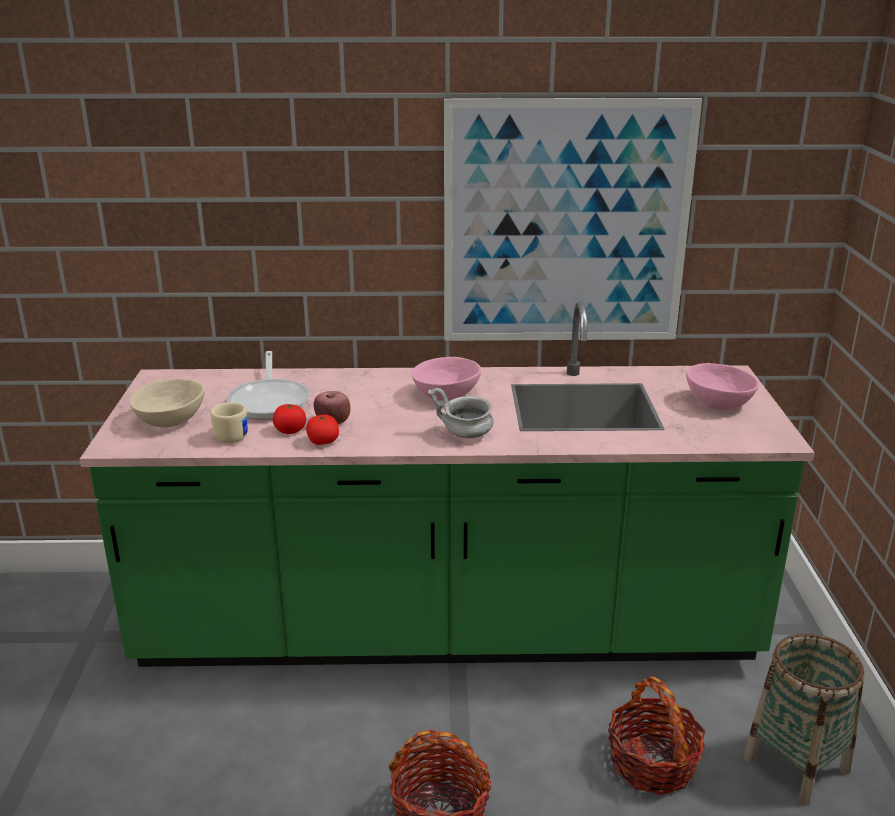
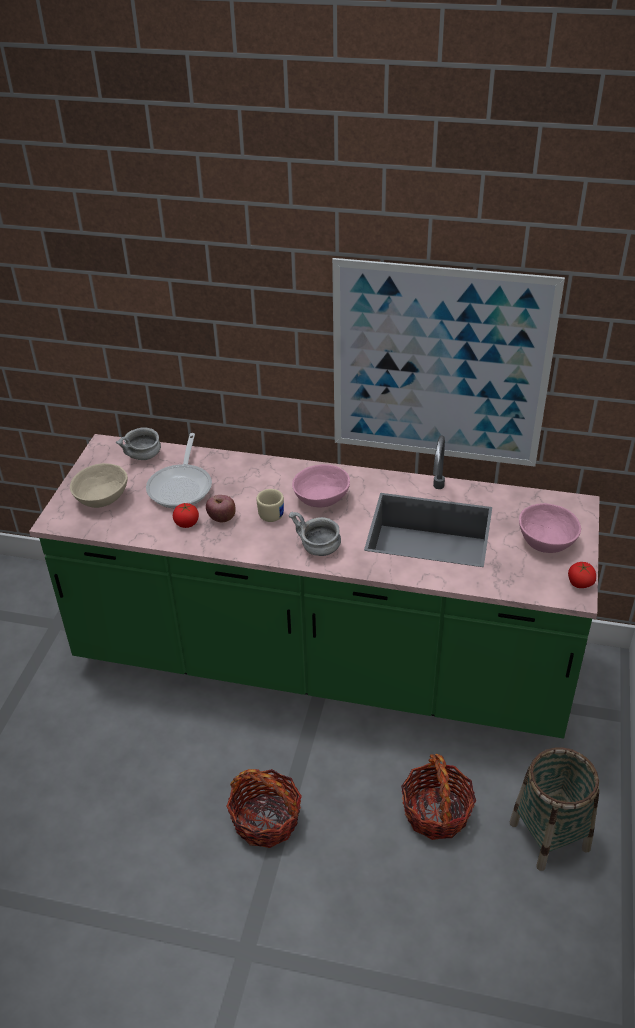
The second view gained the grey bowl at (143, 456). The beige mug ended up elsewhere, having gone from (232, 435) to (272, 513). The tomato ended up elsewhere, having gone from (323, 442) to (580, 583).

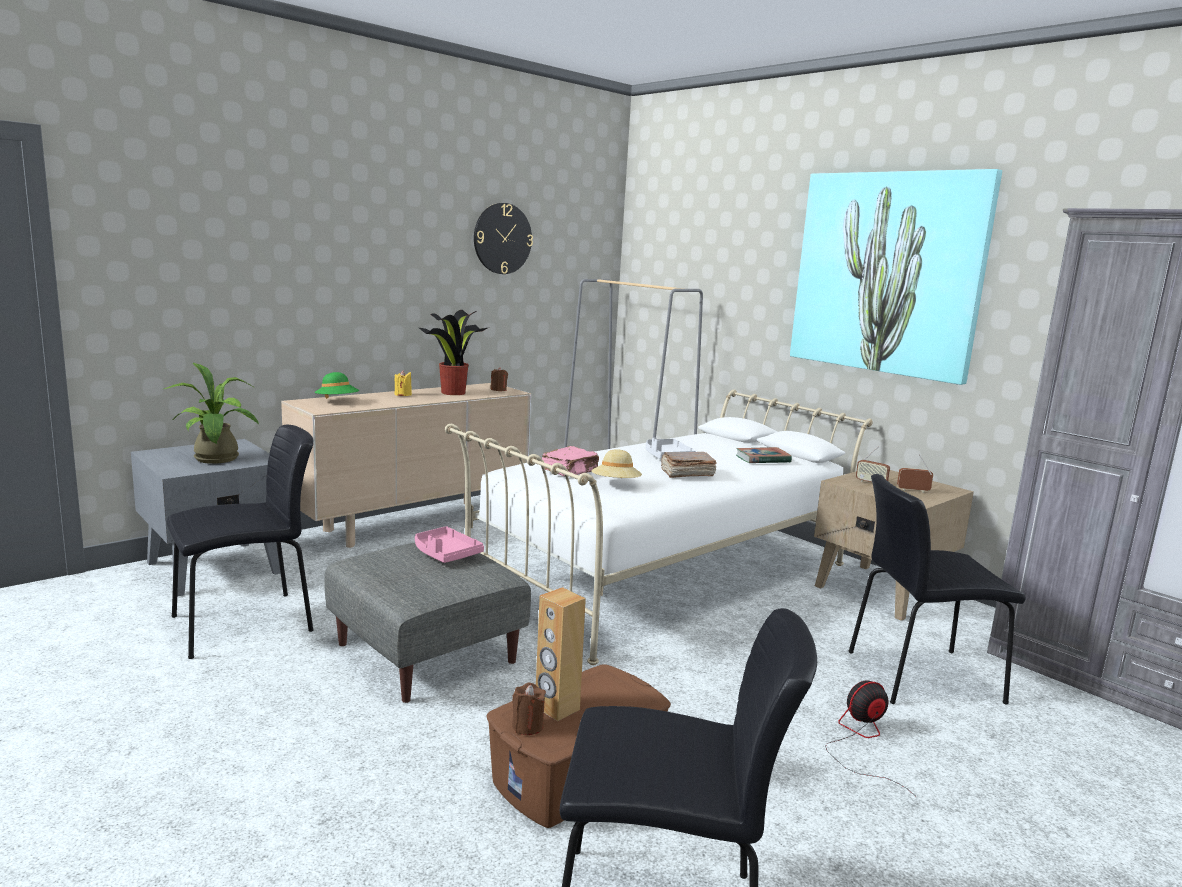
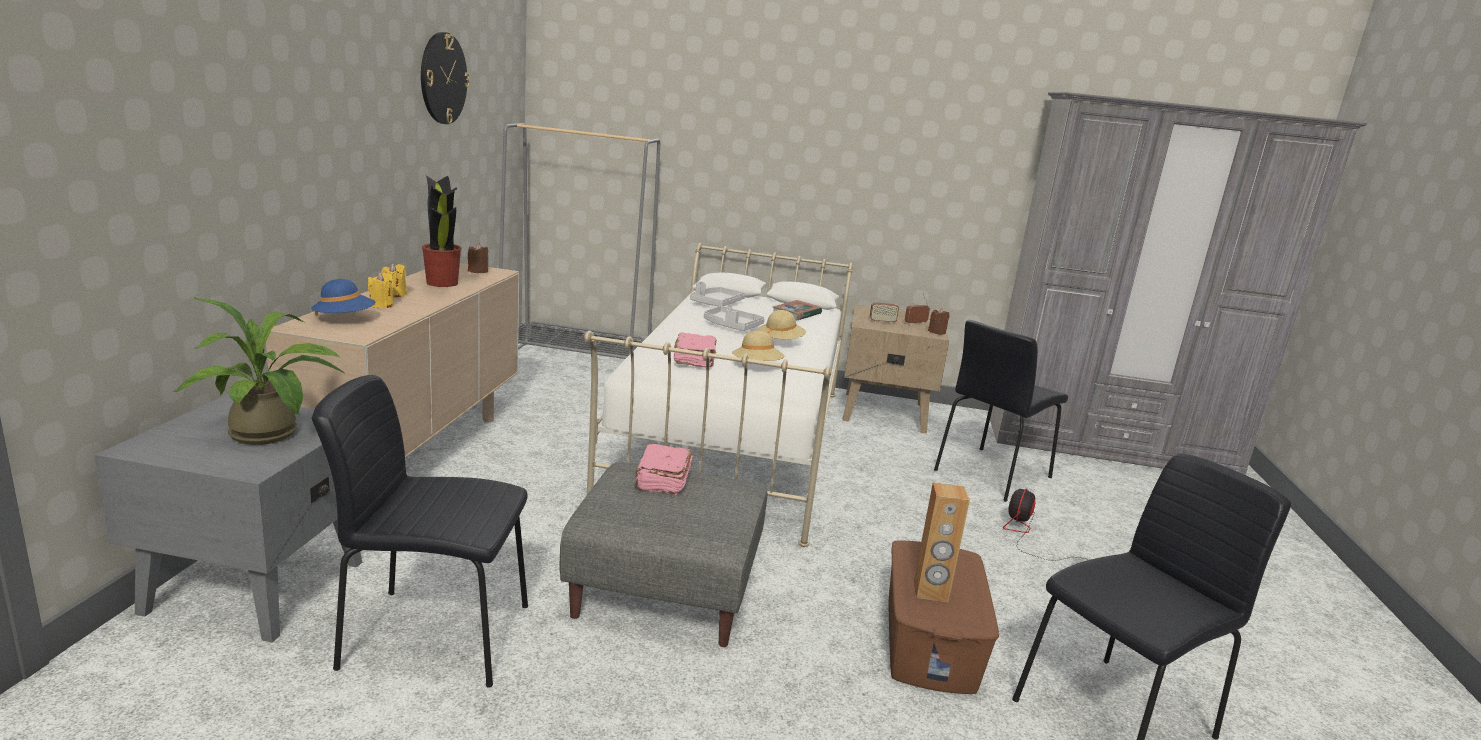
The second view lost the picture at (888, 273). The second view gained the yellow candle at (381, 305). The second view gained the grey tray at (716, 304). The brown candle ended up elsewhere, having gone from (527, 726) to (937, 332). Where the pink tray stood at (445, 554), the pink book came to stand at (662, 480). Where the brown book stood at (686, 474), the beige hat came to stand at (780, 342). What was the green hat at (337, 402) turned into the blue hat at (344, 319). The black chair at (248, 623) ended up facing another way, 105 degrees counterclockwise from before.

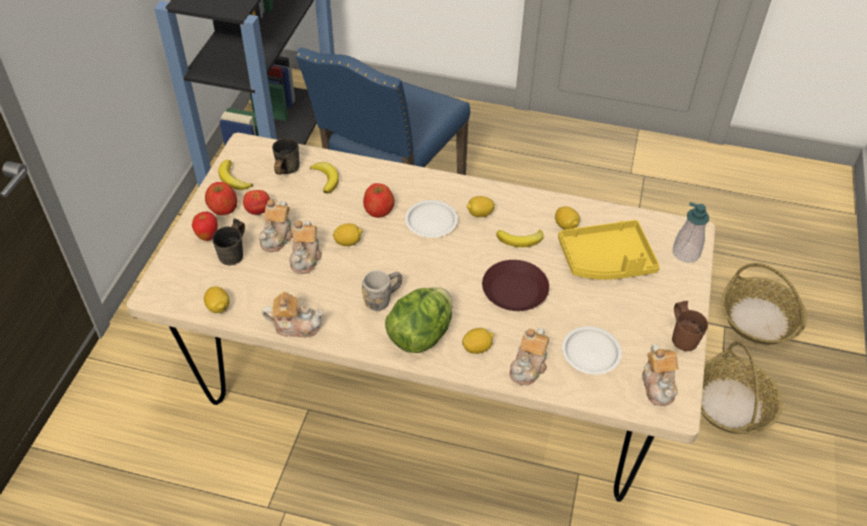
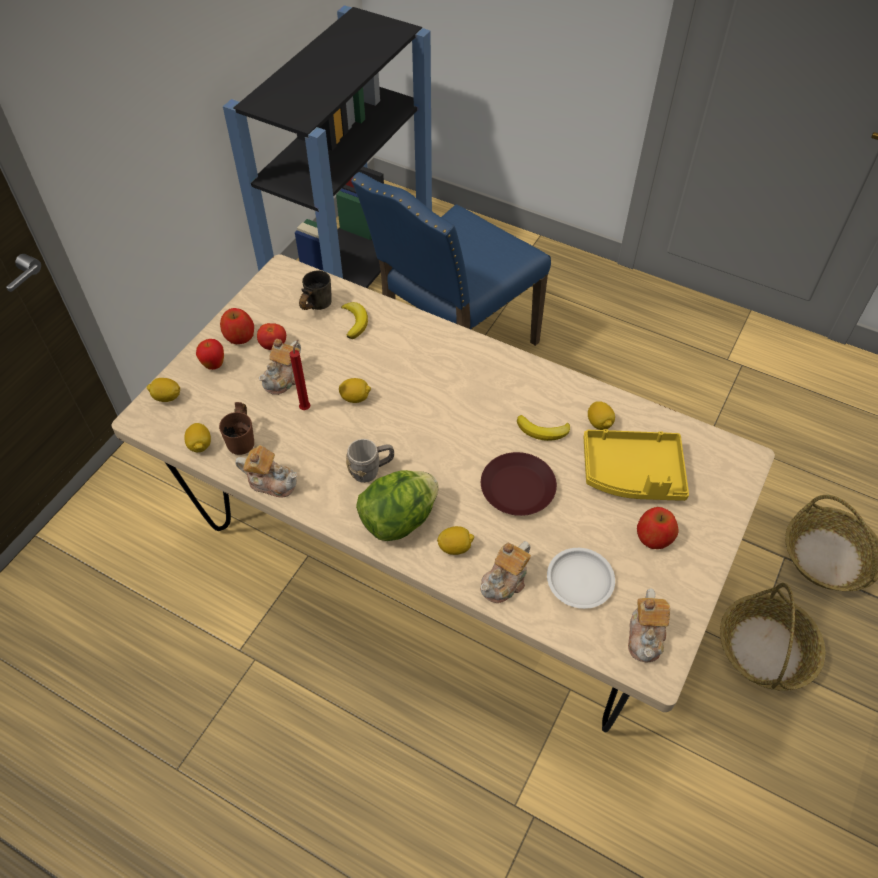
The second view lost the grey mug at (237, 254). The second view lost the banana at (233, 179). The second view lost the white plate at (431, 221). The second view lost the soap dispenser at (685, 253). The apple ended up elsewhere, having gone from (378, 209) to (654, 536). The lemon ended up elsewhere, having gone from (479, 214) to (167, 397). The brown mug ended up elsewhere, having gone from (685, 336) to (245, 440). Where the teapot stood at (306, 257), the red candle came to stand at (306, 407).

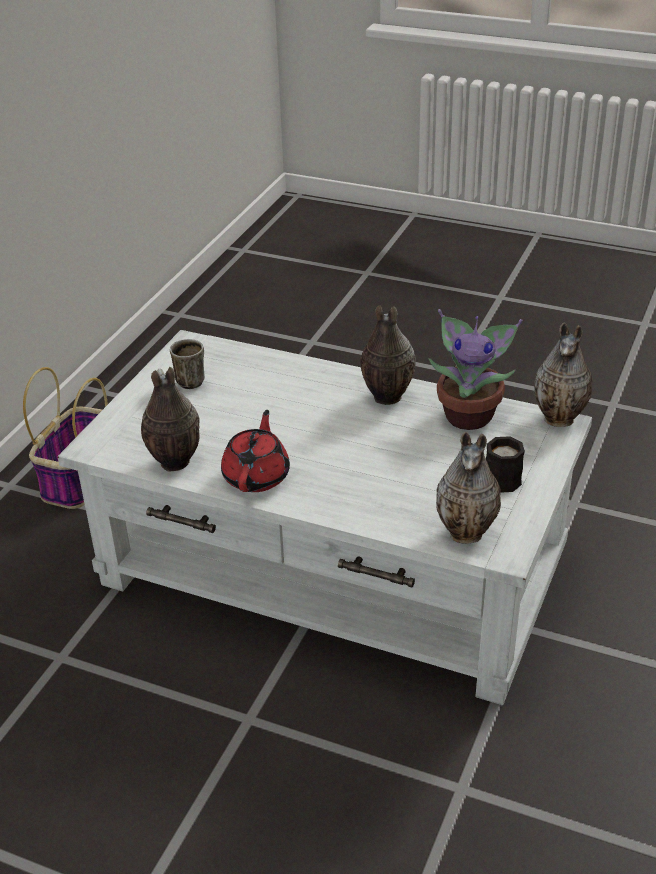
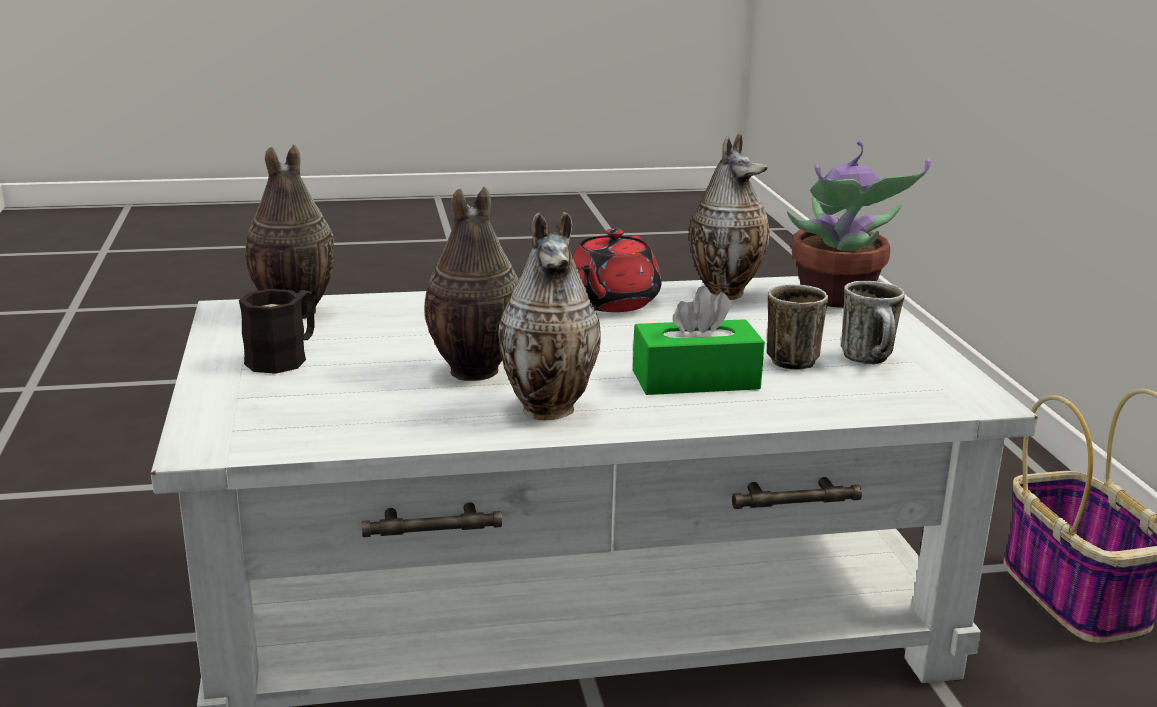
The second view gained the green tissue box at (695, 380). The second view gained the mug at (792, 359). The potted plant ended up elsewhere, having gone from (470, 415) to (837, 299). The vase ended up elsewhere, having gone from (561, 419) to (472, 372). The red teapot at (257, 476) ended up facing another way, 45 degrees clockwise from before.

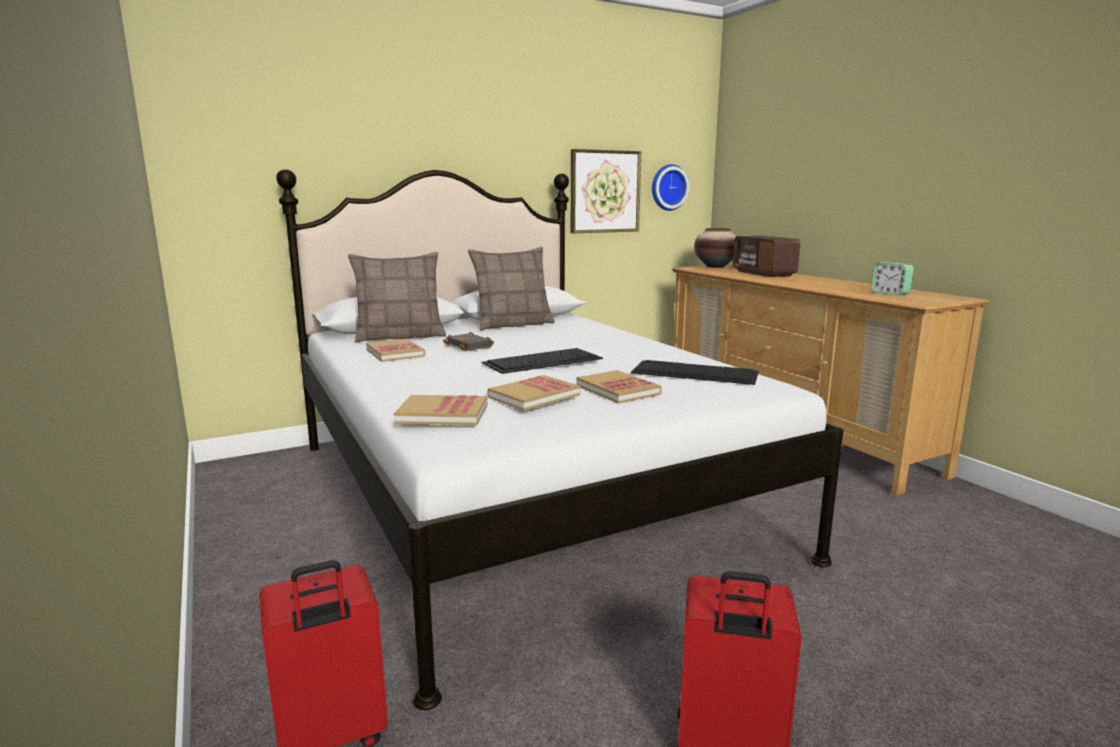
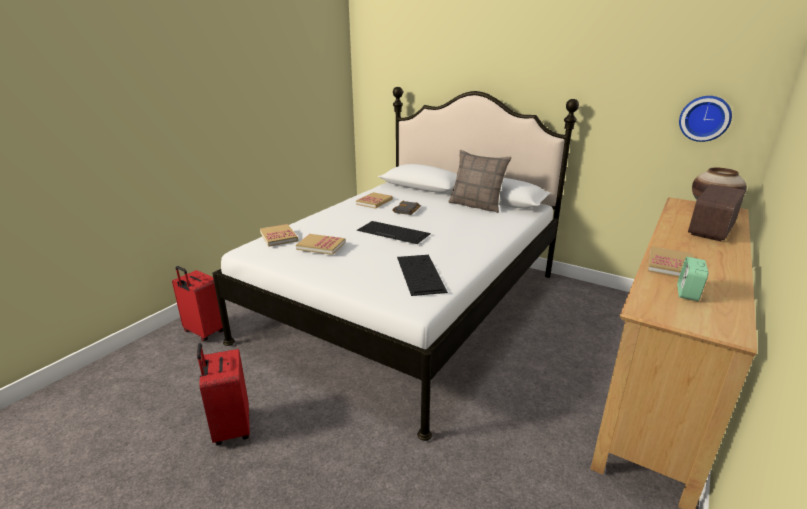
The second view lost the pillow at (400, 336). The second view lost the picture at (605, 191). The book ended up elsewhere, having gone from (618, 390) to (670, 265).

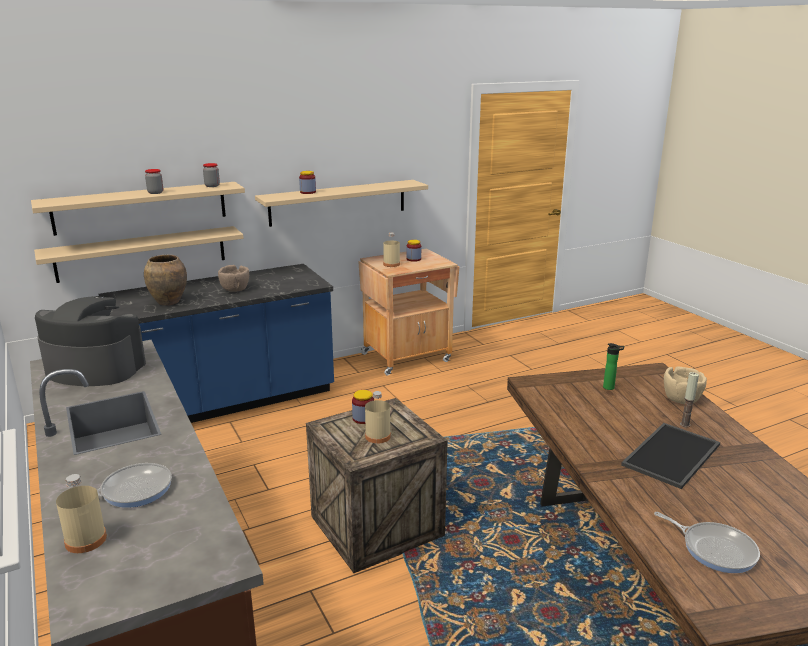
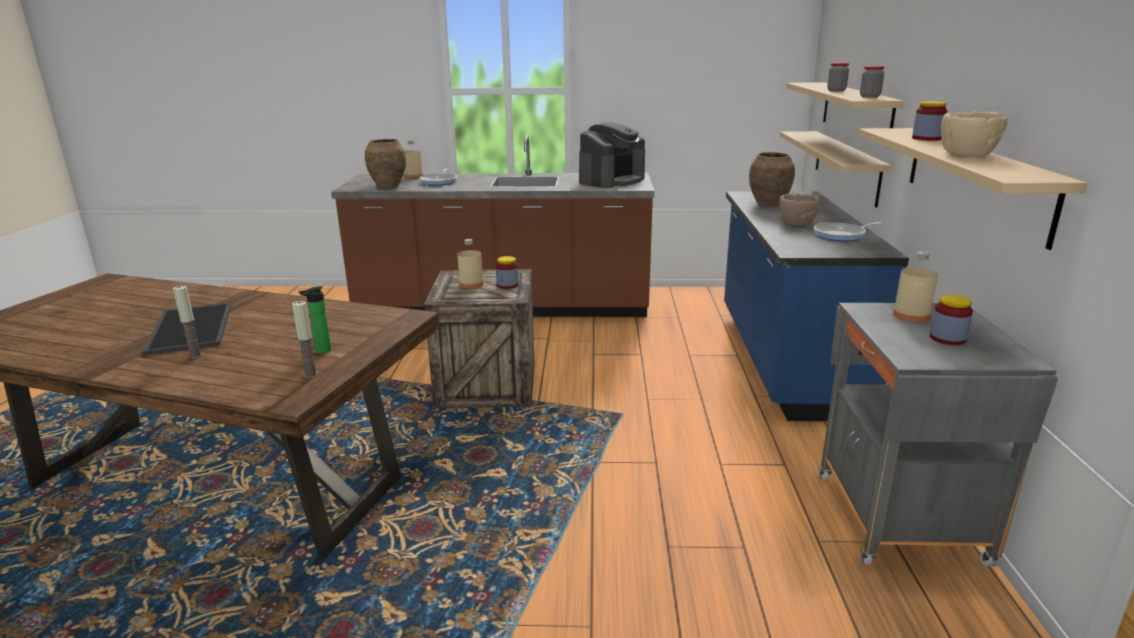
The second view gained the candle at (311, 375). The second view gained the brown vase at (387, 186). The frying pan ended up elsewhere, having gone from (715, 549) to (841, 235). The beige bowl ended up elsewhere, having gone from (681, 400) to (965, 154). What was the brown cart at (407, 357) turned into the grey cart at (899, 522).

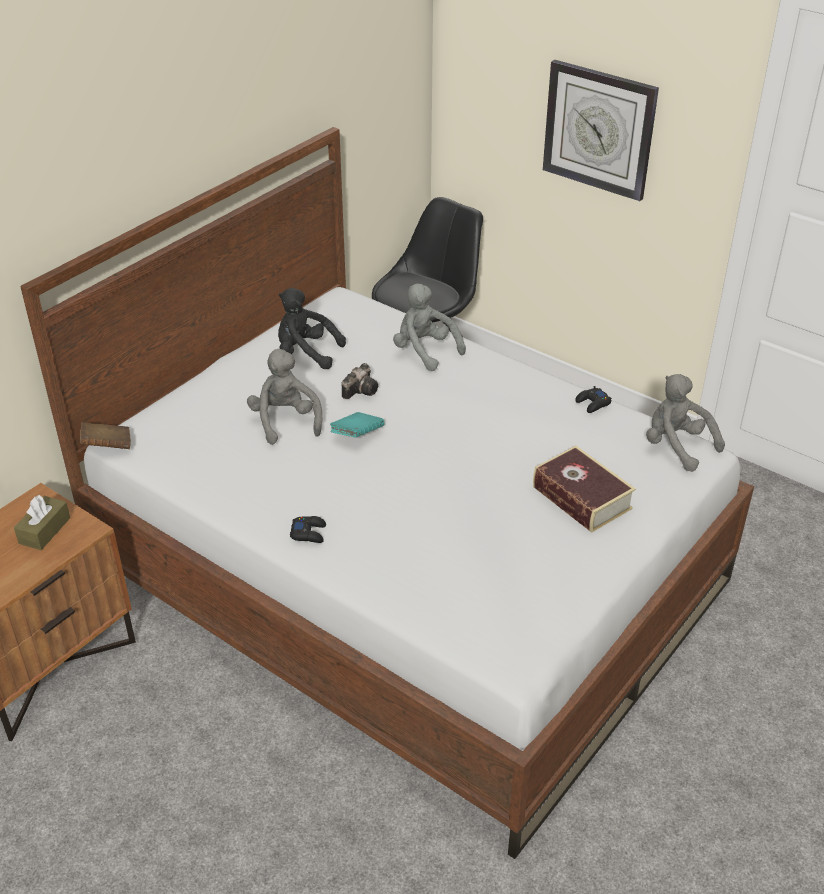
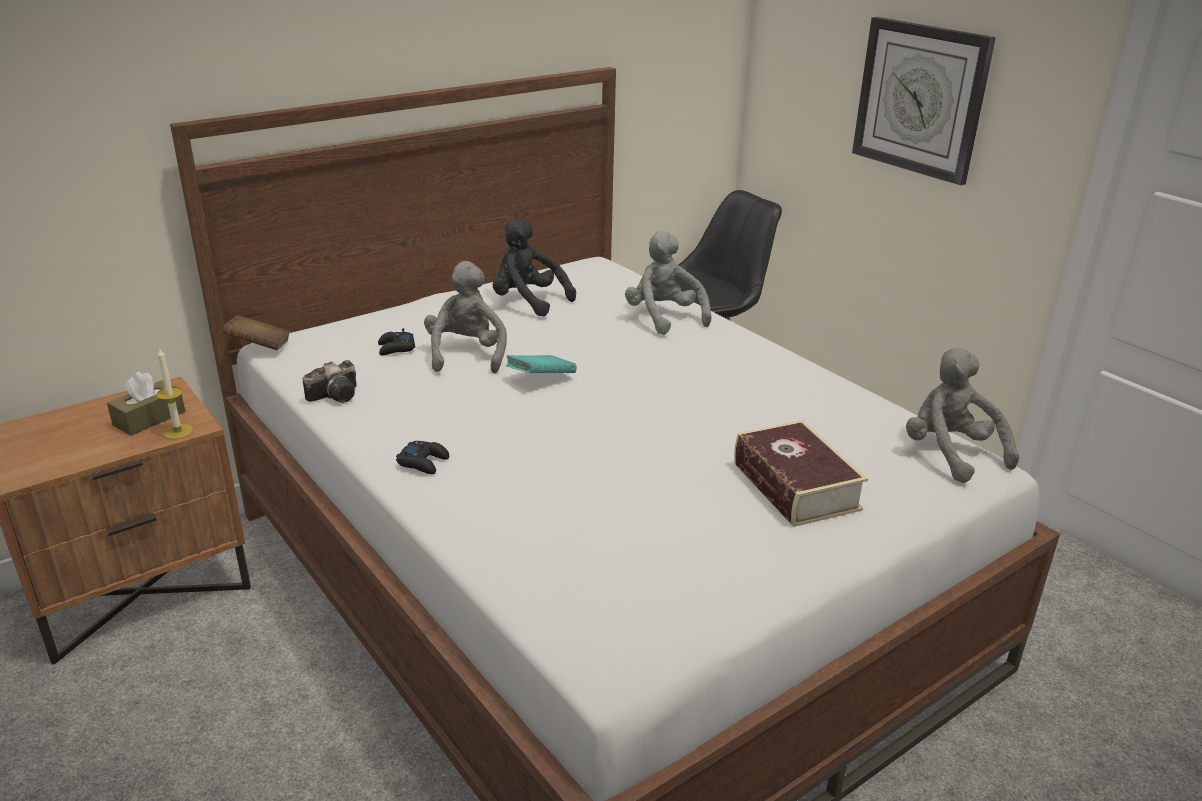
The second view gained the candle at (178, 432). The photo camera ended up elsewhere, having gone from (361, 390) to (337, 395). The black game controller ended up elsewhere, having gone from (593, 403) to (396, 348).

